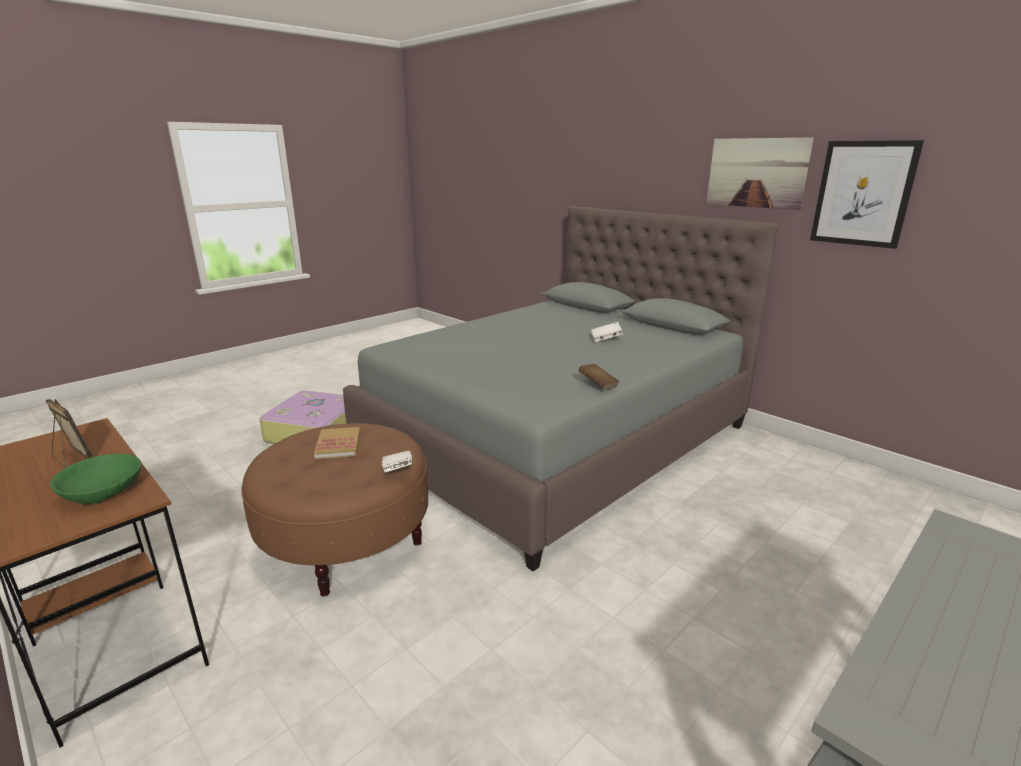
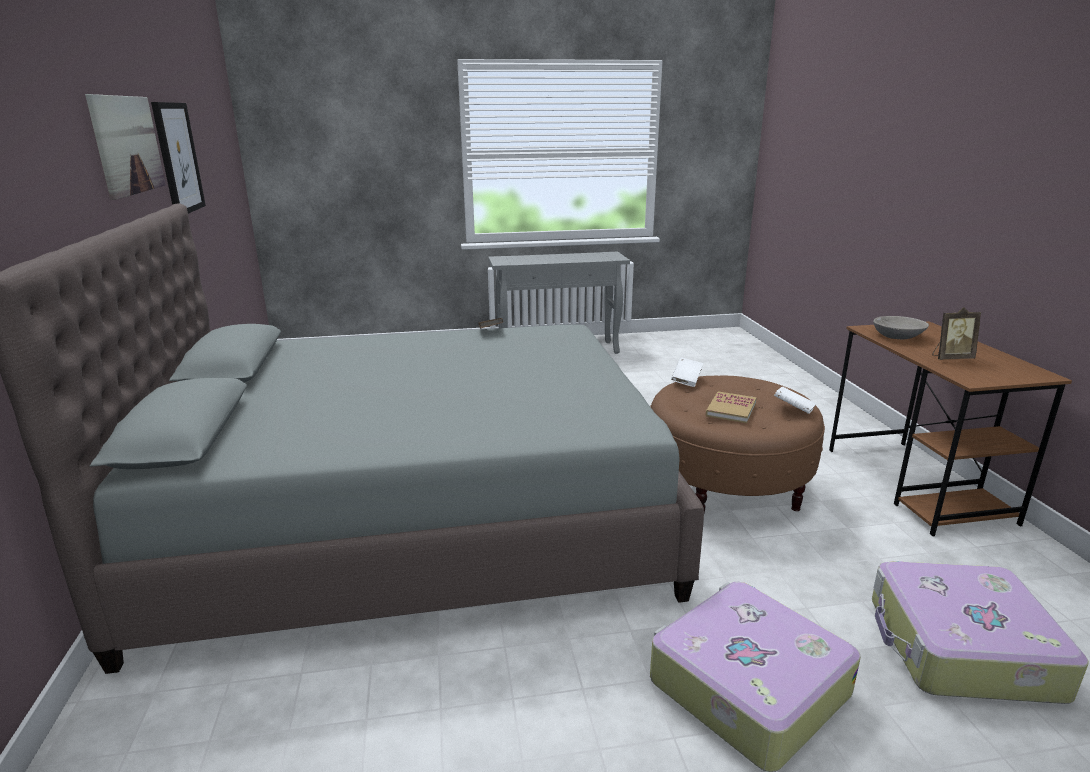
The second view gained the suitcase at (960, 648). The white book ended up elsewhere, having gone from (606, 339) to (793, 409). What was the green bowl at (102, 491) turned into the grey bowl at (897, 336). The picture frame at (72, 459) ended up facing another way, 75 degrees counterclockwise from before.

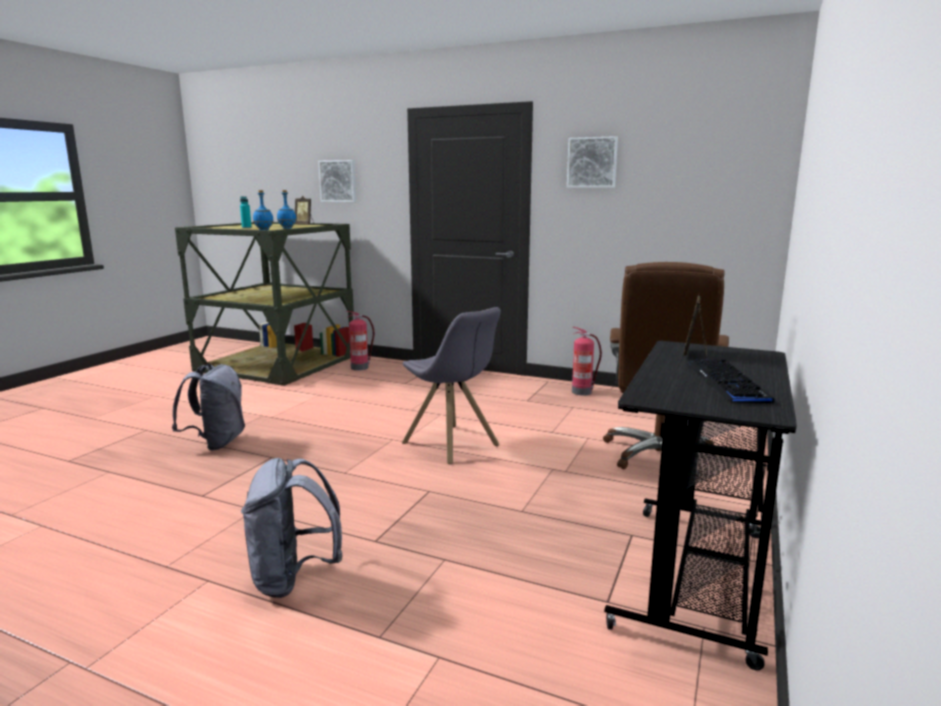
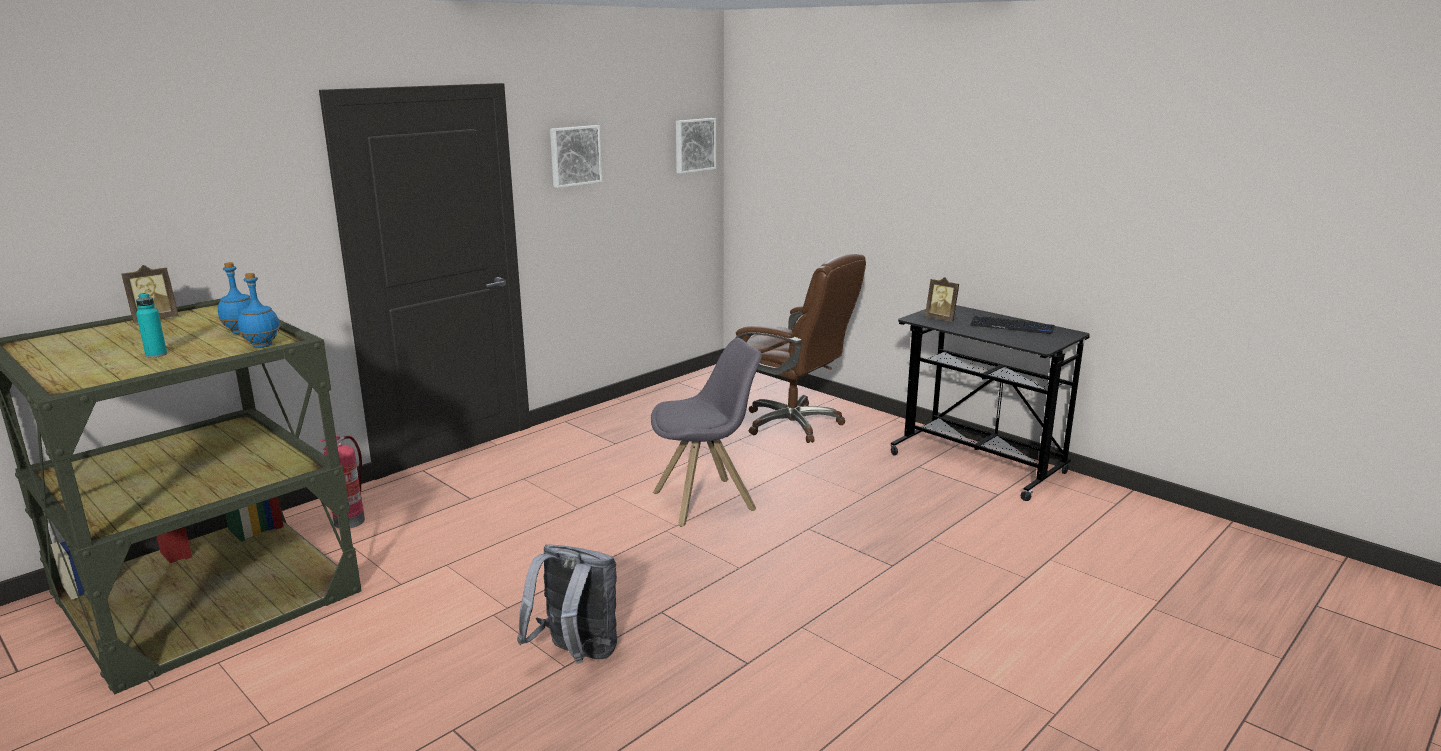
The second view lost the grey backpack at (294, 578). The second view lost the fire extinguisher at (582, 392). The picture ended up elsewhere, having gone from (338, 181) to (694, 145).

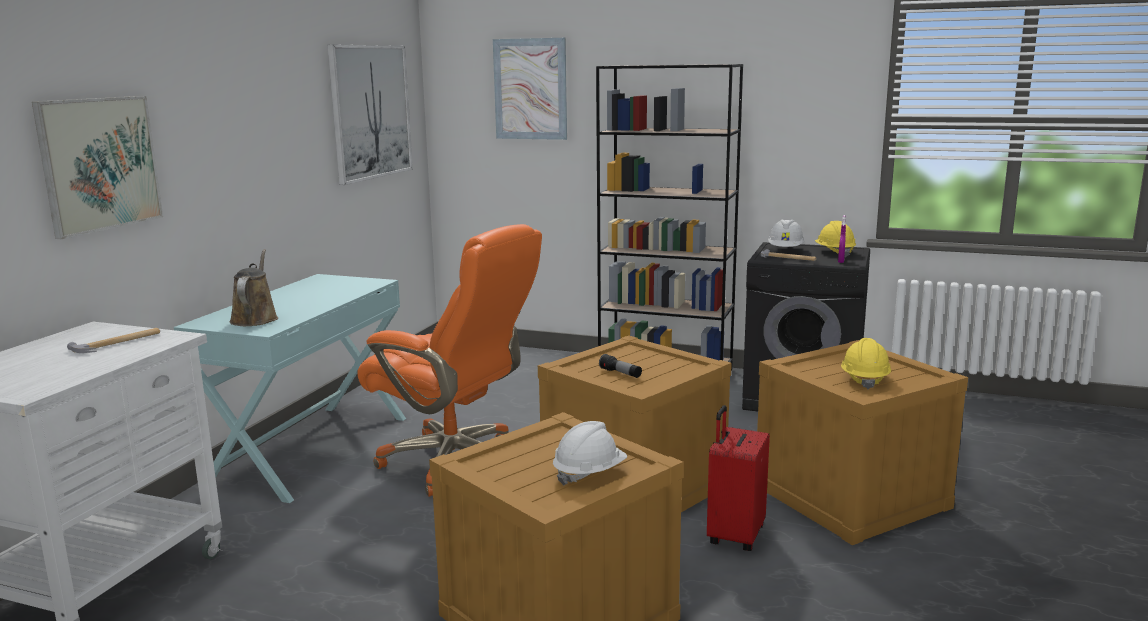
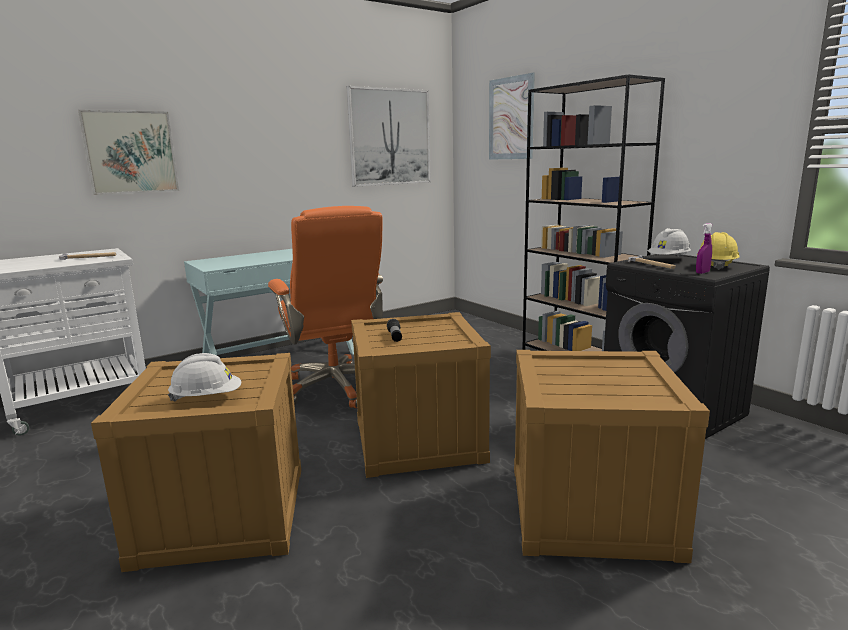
The second view lost the brown watering can at (255, 318). The second view lost the red suitcase at (734, 536). The second view lost the yellow hard hat at (864, 379).

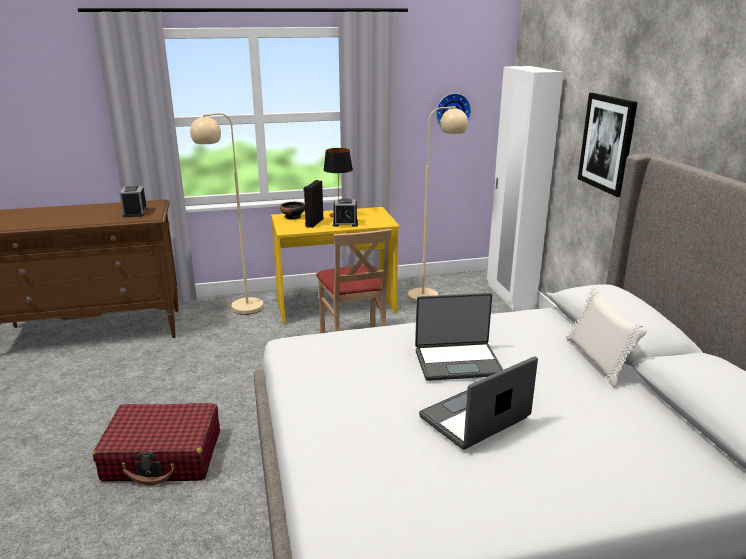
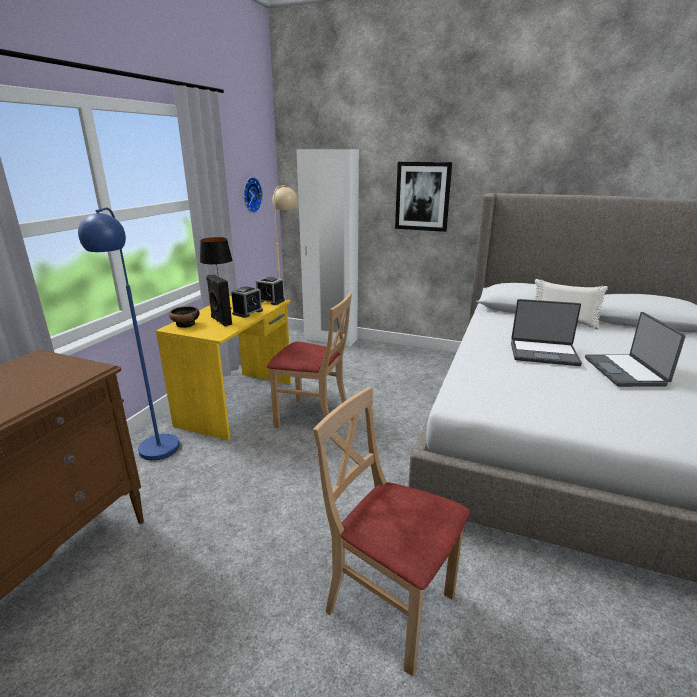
The alarm clock ended up elsewhere, having gone from (135, 212) to (270, 301). Where the red suitcase stood at (163, 456), the beige chair came to stand at (390, 605). What was the beige floor lamp at (239, 310) turned into the blue floor lamp at (156, 456). The laptop at (457, 362) ended up facing another way, 75 degrees clockwise from before.

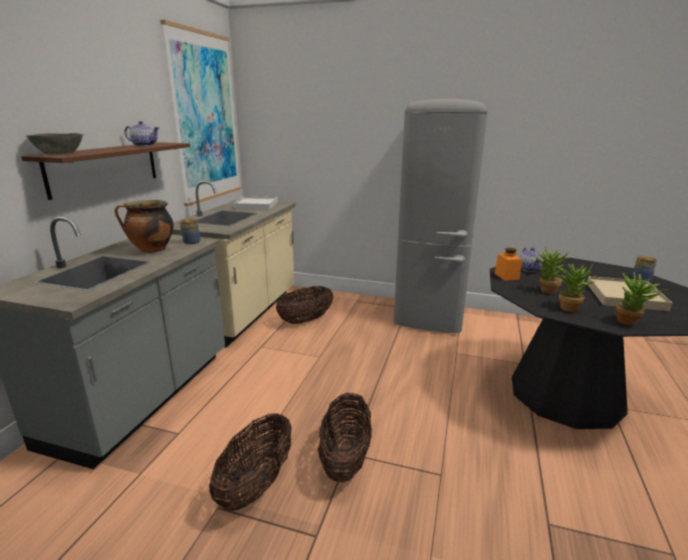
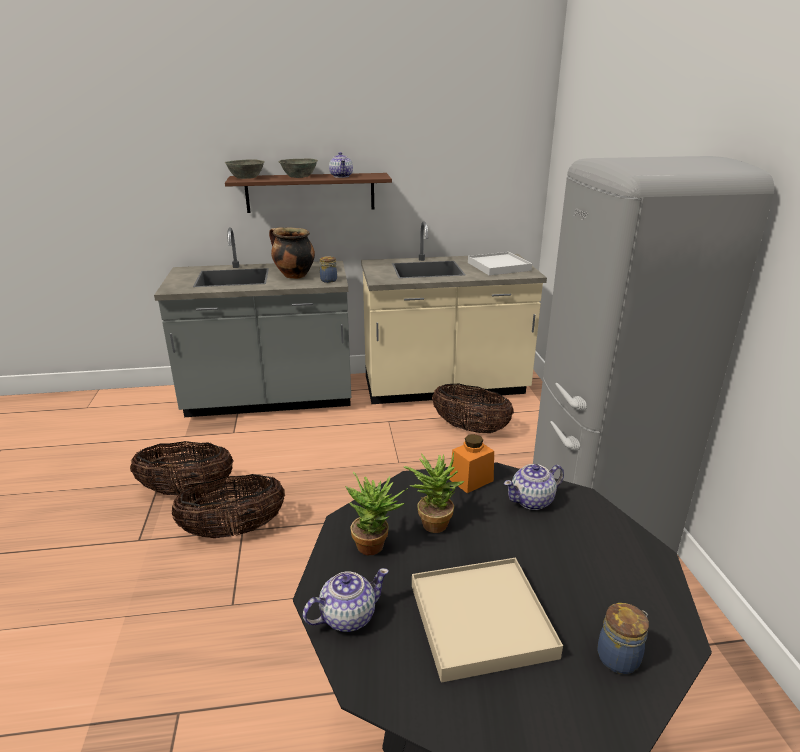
The second view lost the picture at (206, 118). The second view gained the grey bowl at (298, 176). Where the potted plant stood at (631, 323), the teapot came to stand at (347, 616).

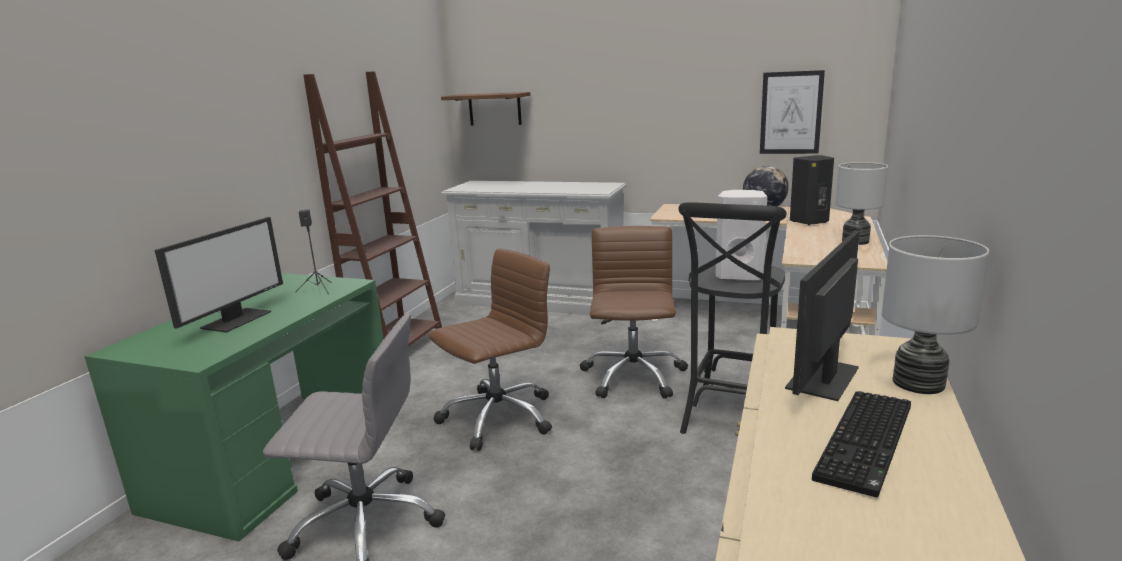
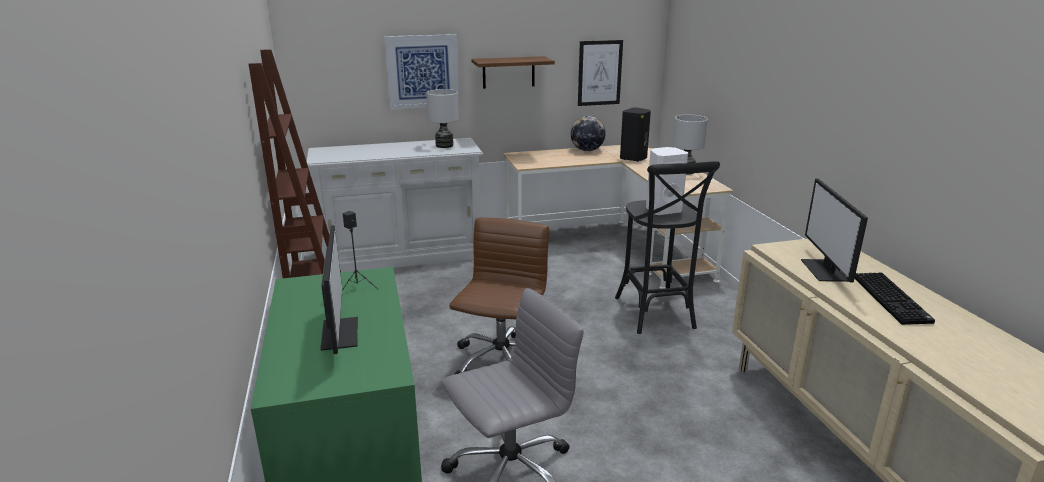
The second view lost the brown office chair at (633, 376). The second view gained the picture at (422, 71). The shelf ended up elsewhere, having gone from (494, 109) to (508, 72). The grey table lamp ended up elsewhere, having gone from (918, 383) to (444, 145).

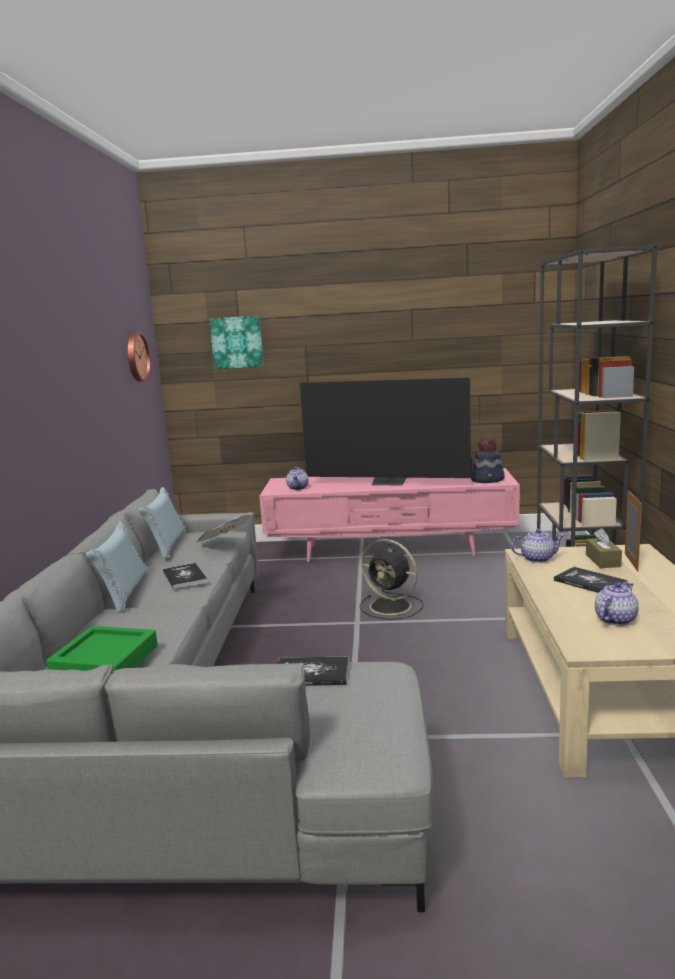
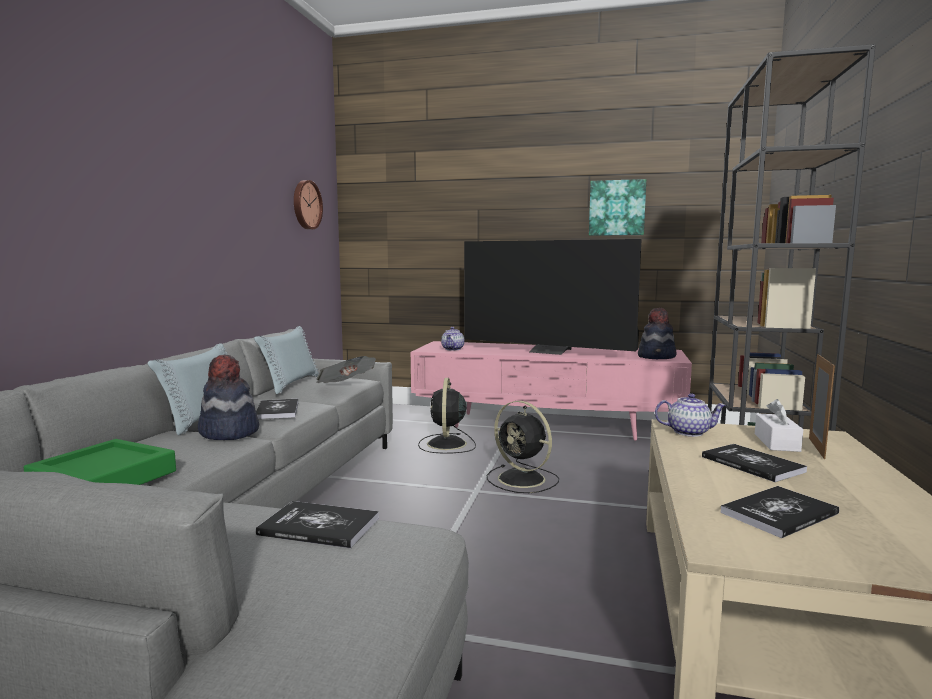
The second view gained the hat at (228, 432). The second view gained the black fan at (446, 444). The picture ended up elsewhere, having gone from (237, 342) to (617, 208). Where the teapot stood at (615, 619), the book came to stand at (779, 513). What was the brown tissue box at (603, 560) turned into the white tissue box at (776, 442).

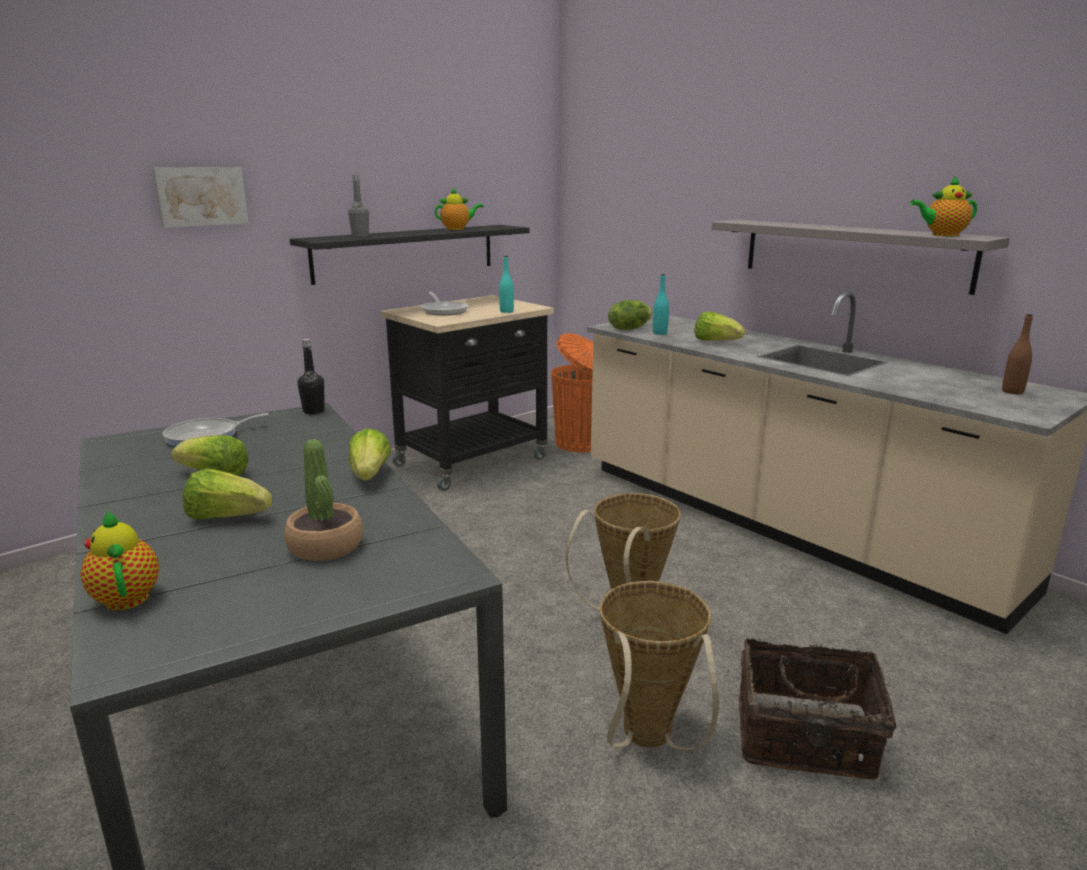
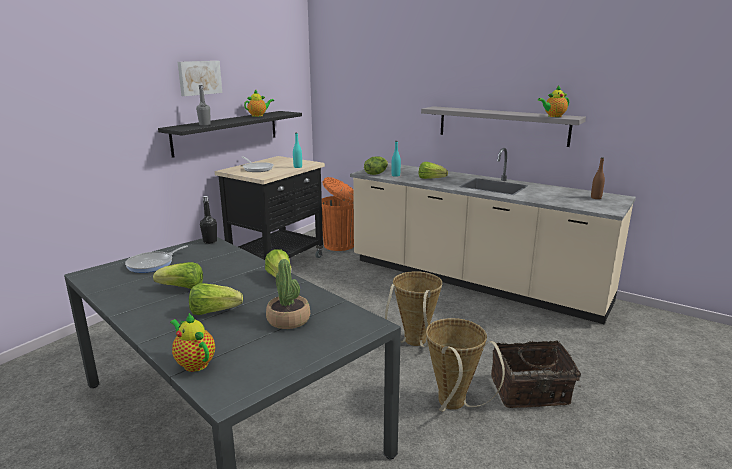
The picture ended up elsewhere, having gone from (200, 196) to (199, 77).

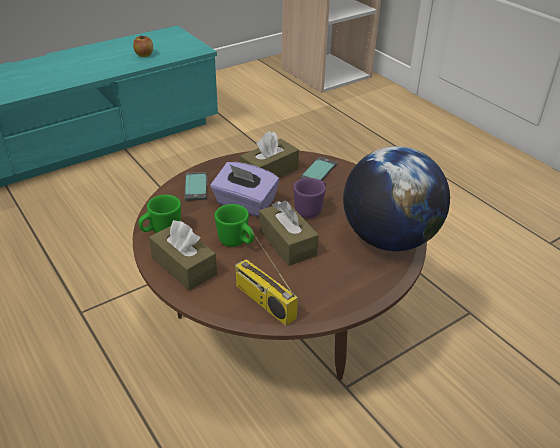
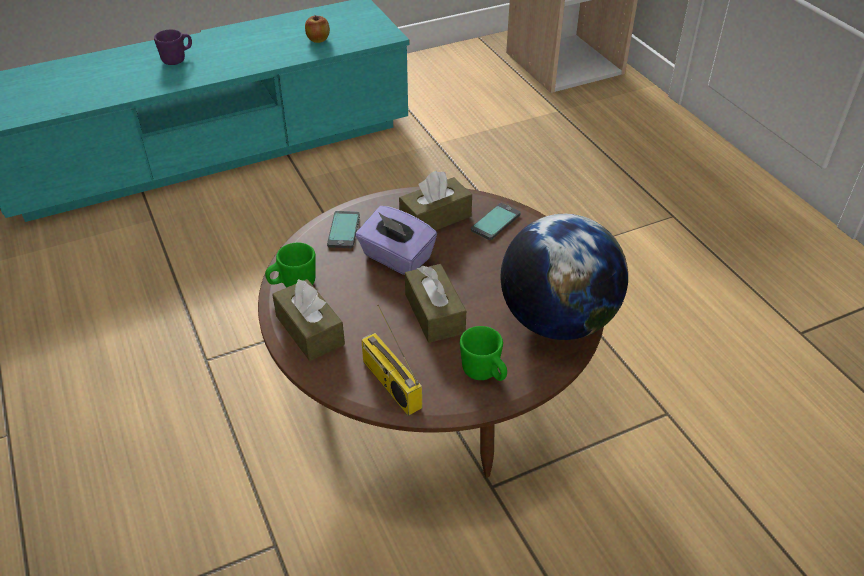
The green mug ended up elsewhere, having gone from (236, 242) to (484, 374). The purple mug ended up elsewhere, having gone from (311, 209) to (178, 59).

